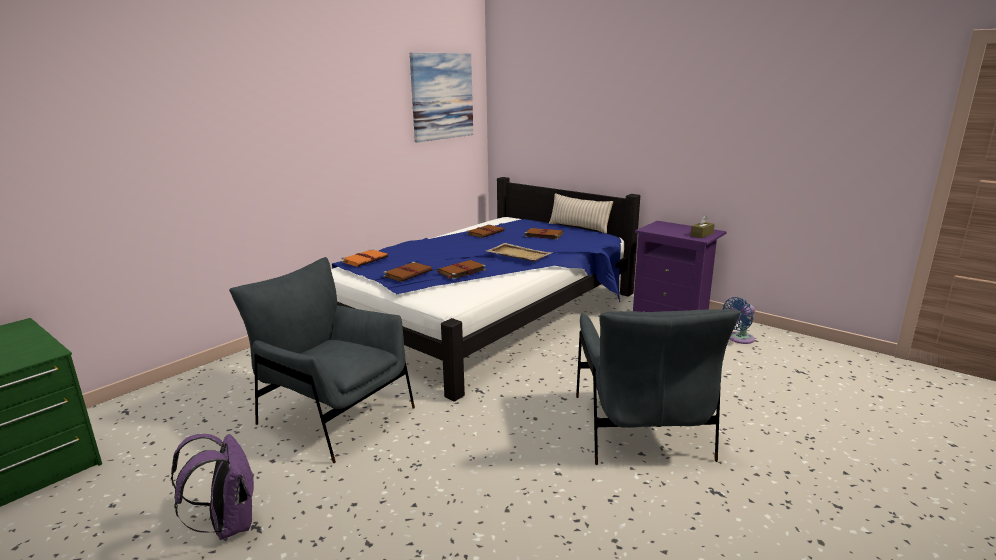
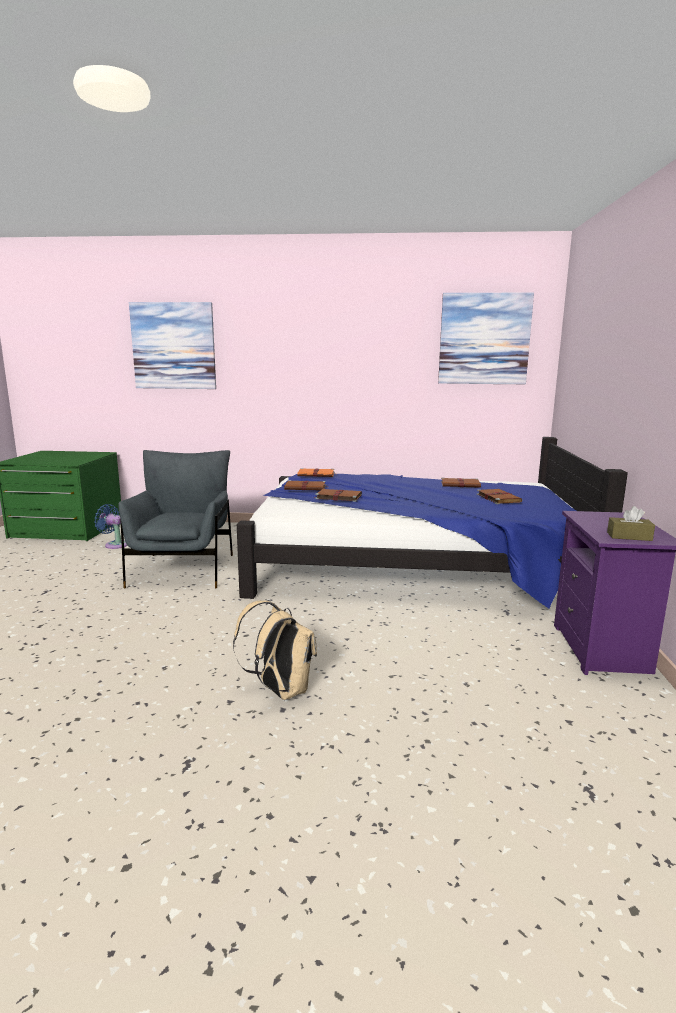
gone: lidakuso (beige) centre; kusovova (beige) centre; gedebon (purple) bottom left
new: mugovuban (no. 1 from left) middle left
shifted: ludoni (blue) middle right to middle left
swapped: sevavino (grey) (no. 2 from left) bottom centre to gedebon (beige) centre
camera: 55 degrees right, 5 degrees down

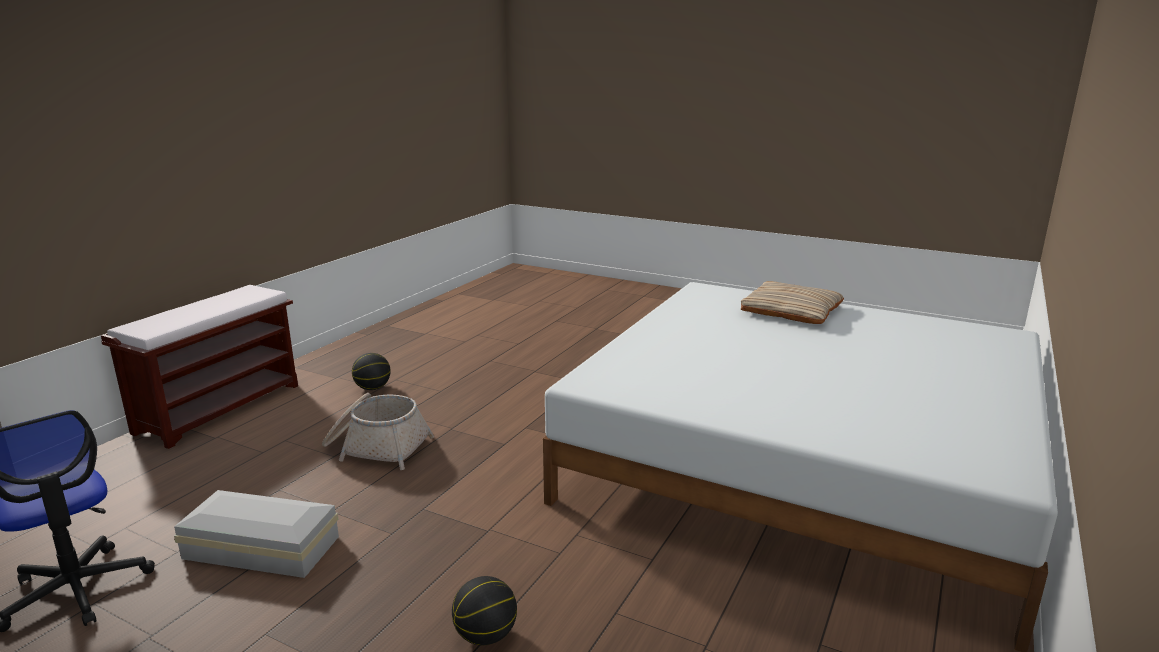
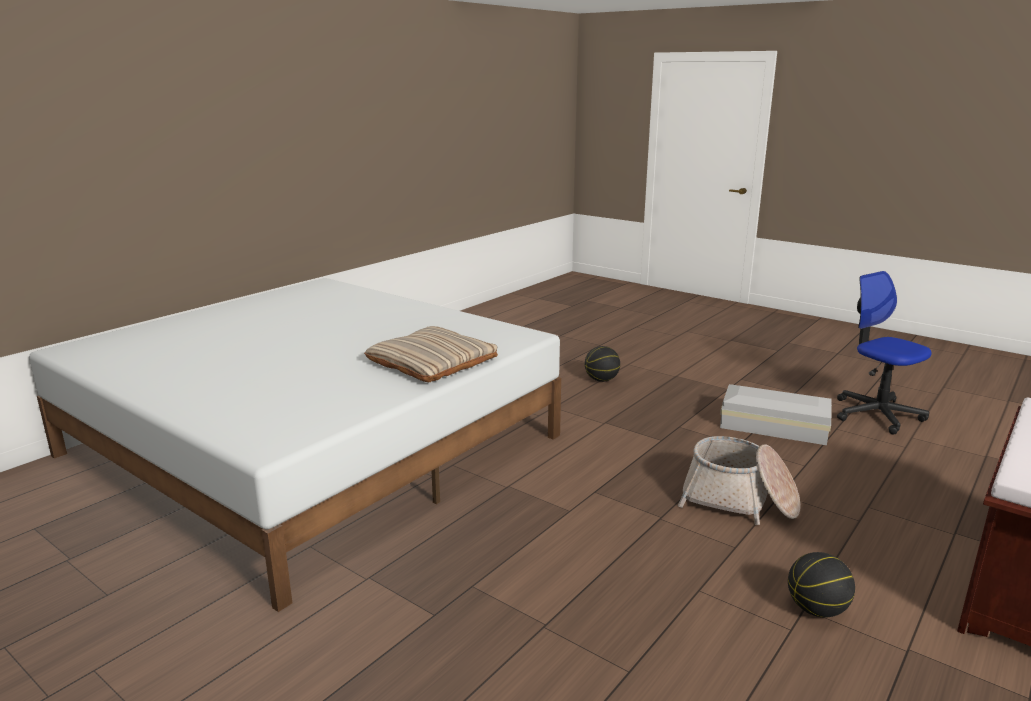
shifted: lidakuso (beige) middle right to centre
camera: 170 degrees left, 0 degrees up

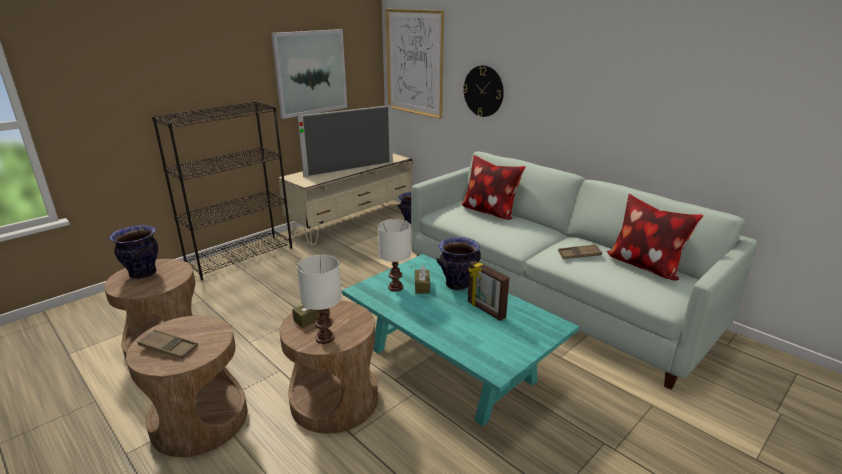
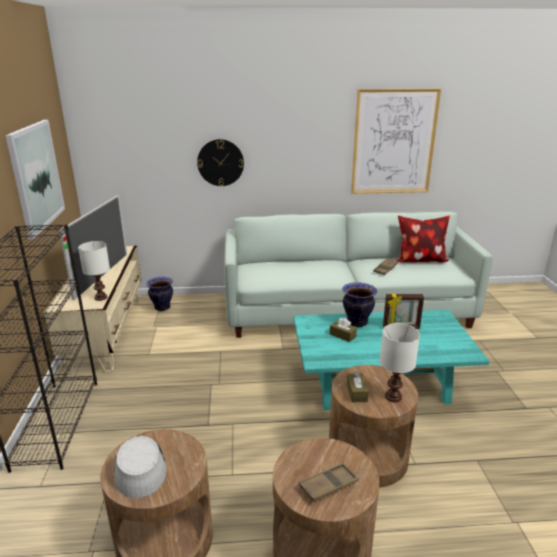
gone: lidakuso (no. 1 from left) centre
shifted: mugovuban (no. 2 from left) top centre to top right; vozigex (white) (no. 2 from left in the first image) centre to vozigex (white) (no. 1 from left) middle left
swapped: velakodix (no. 1 from left) middle left to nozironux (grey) bottom left
camera: 50 degrees left, 0 degrees up

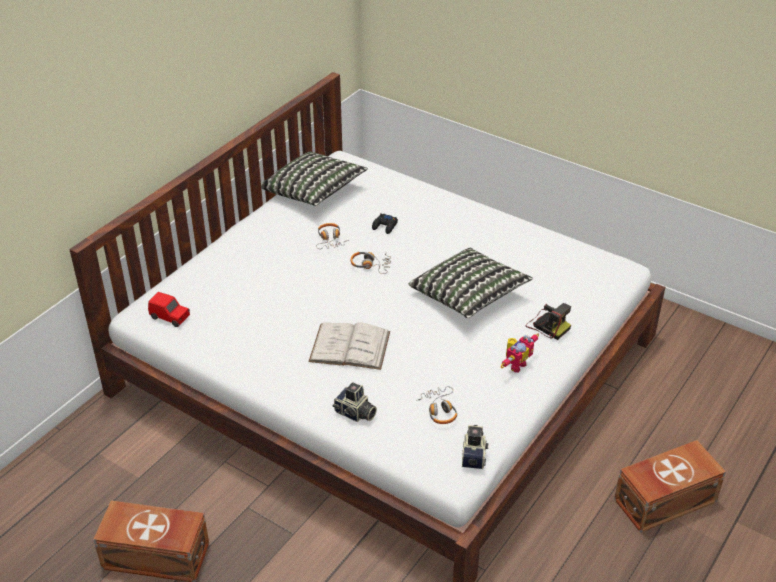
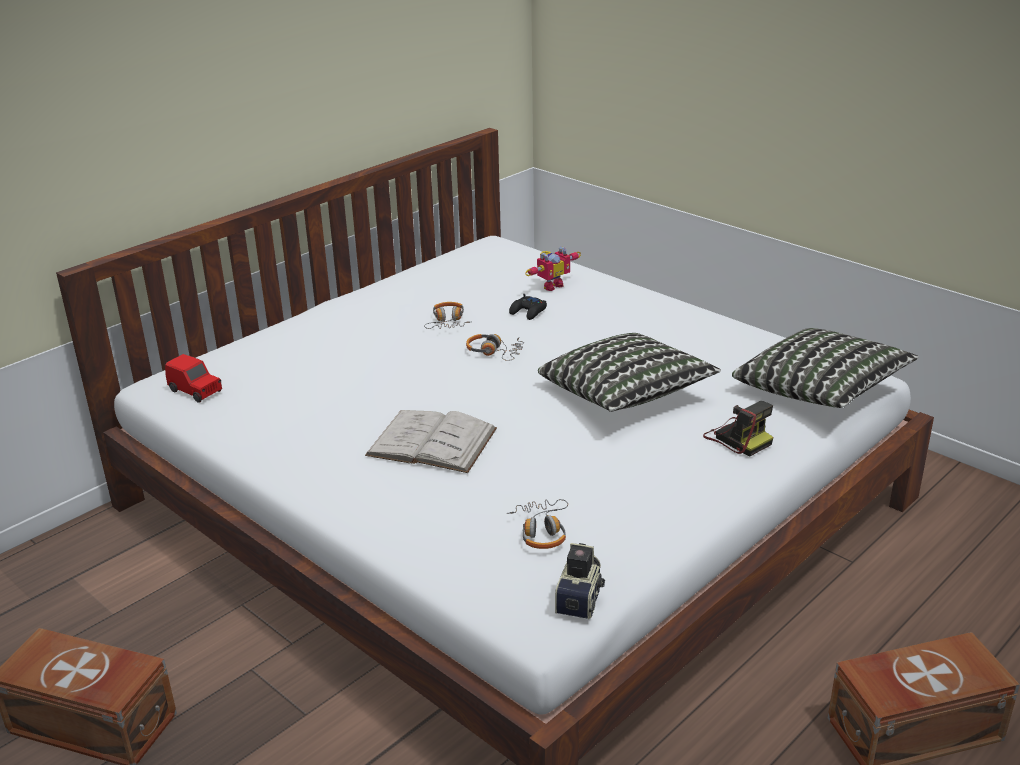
gone: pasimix (no. 1 from left) bottom centre
shifted: lidakuso (no. 1 from left in the first image) top centre to lidakuso (no. 2 from left) middle right; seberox middle right to centre
camera: 10 degrees right, 10 degrees down

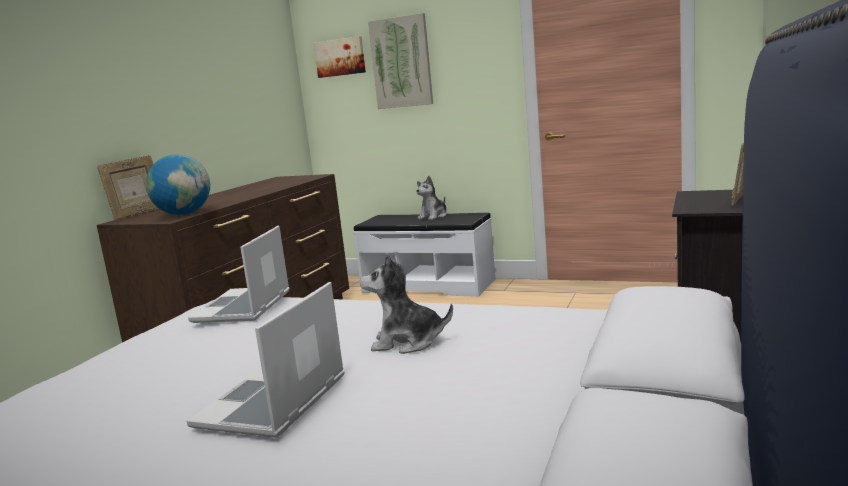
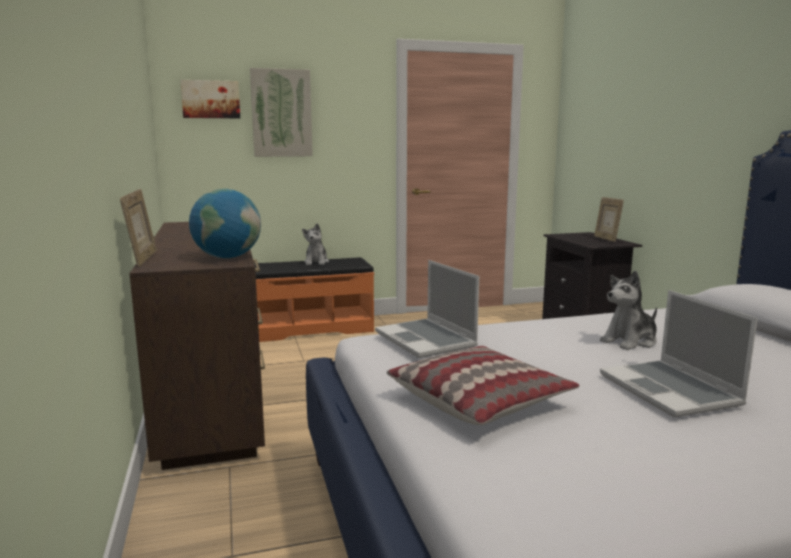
new: lidakuso bottom centre
repainted: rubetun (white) centre to rubetun (orange) centre
camera: 40 degrees left, 0 degrees up

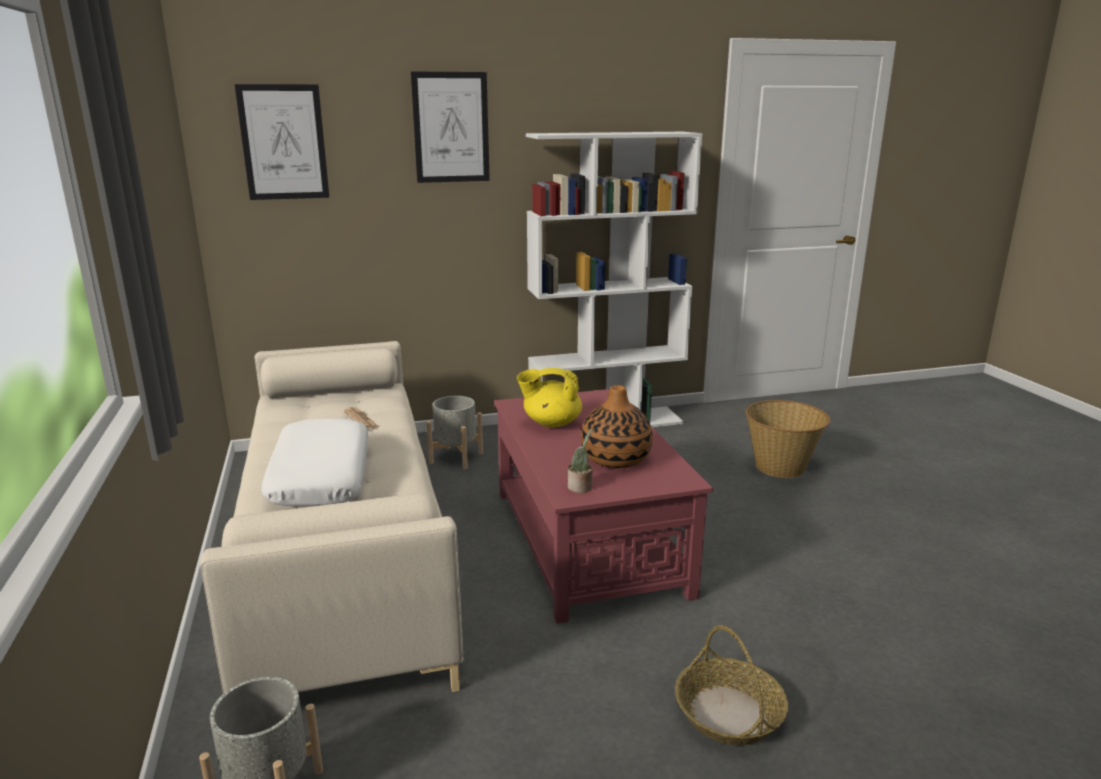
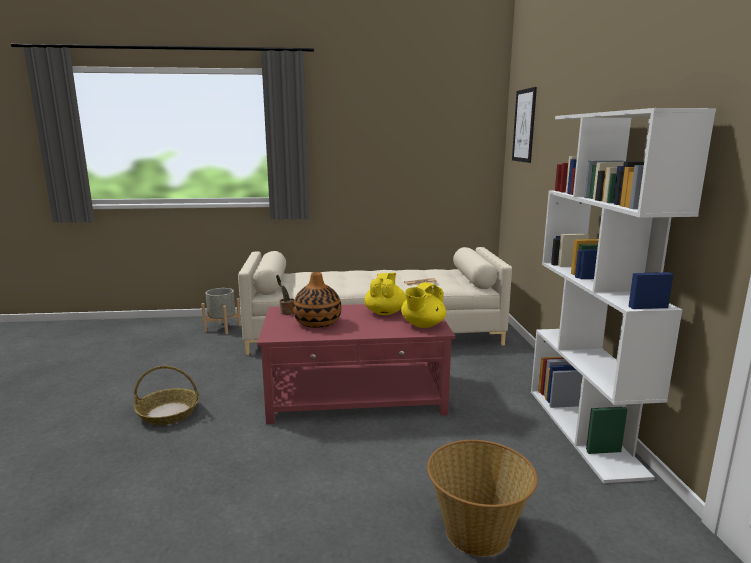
gone: mugovuban (no. 2 from left) top centre; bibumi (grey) (no. 2 from left) centre; lidakuso (white) middle left
new: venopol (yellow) (no. 2 from left) centre
camera: 100 degrees right, 5 degrees down

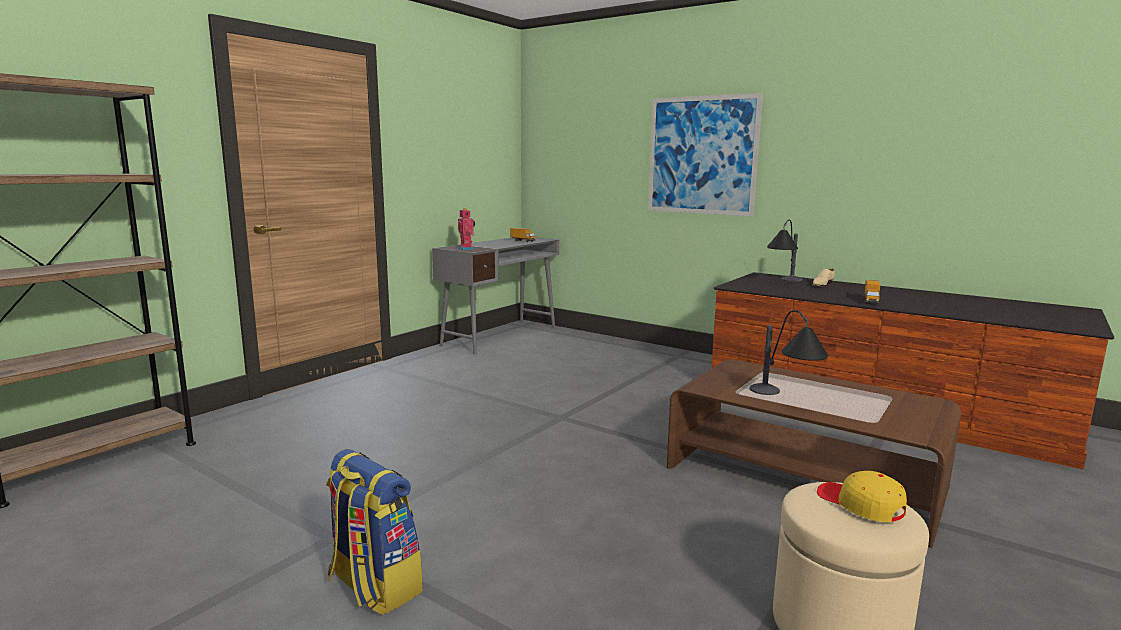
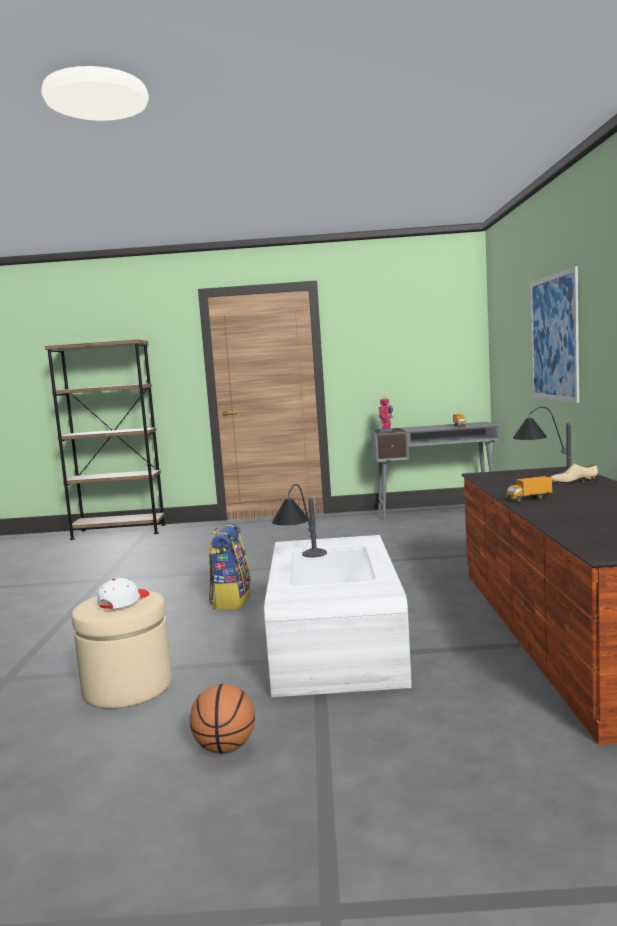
new: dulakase bottom centre
shifted: gedebon bottom centre to centre
repainted: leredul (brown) bottom right to leredul (white) centre; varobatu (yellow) bottom right to varobatu (white) middle left
camera: 55 degrees right, 5 degrees down

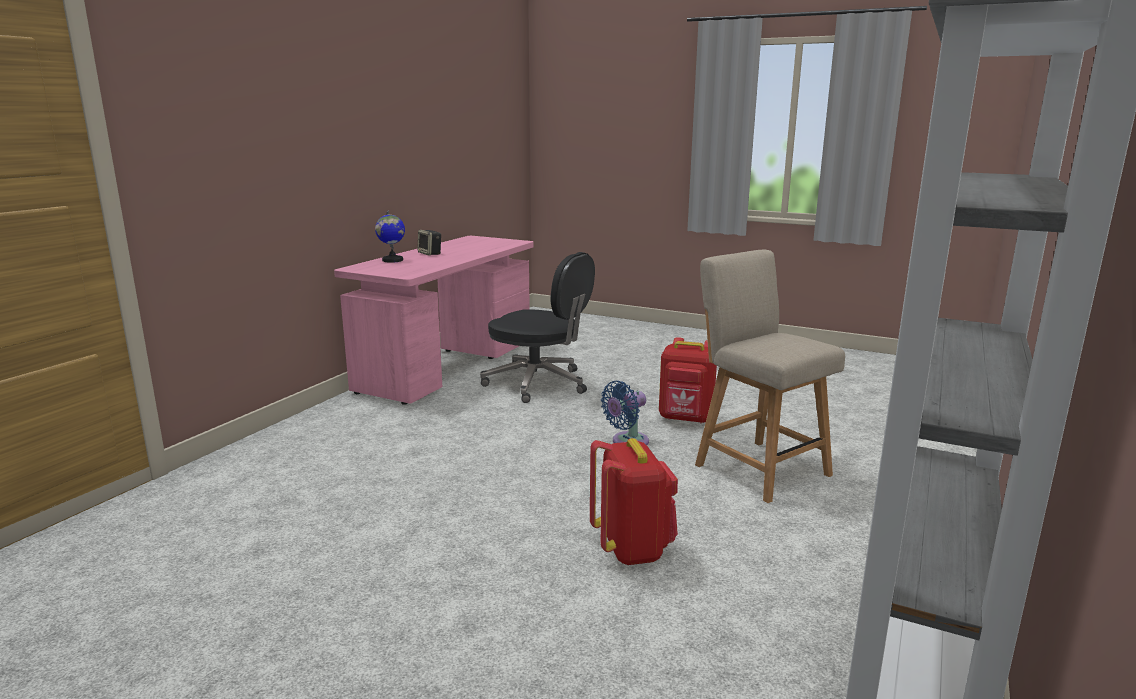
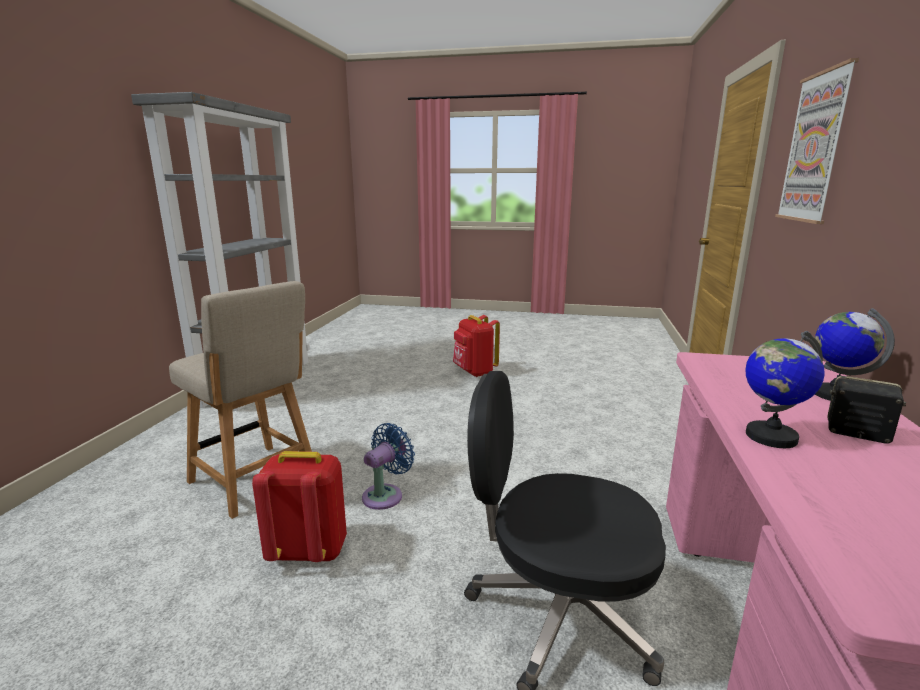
new: mugovuban top right; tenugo (no. 1 from left) middle right
shifted: gedebon (red) (no. 1 from left in the first image) bottom centre to gedebon (red) (no. 2 from left) centre
camera: 165 degrees right, 0 degrees up

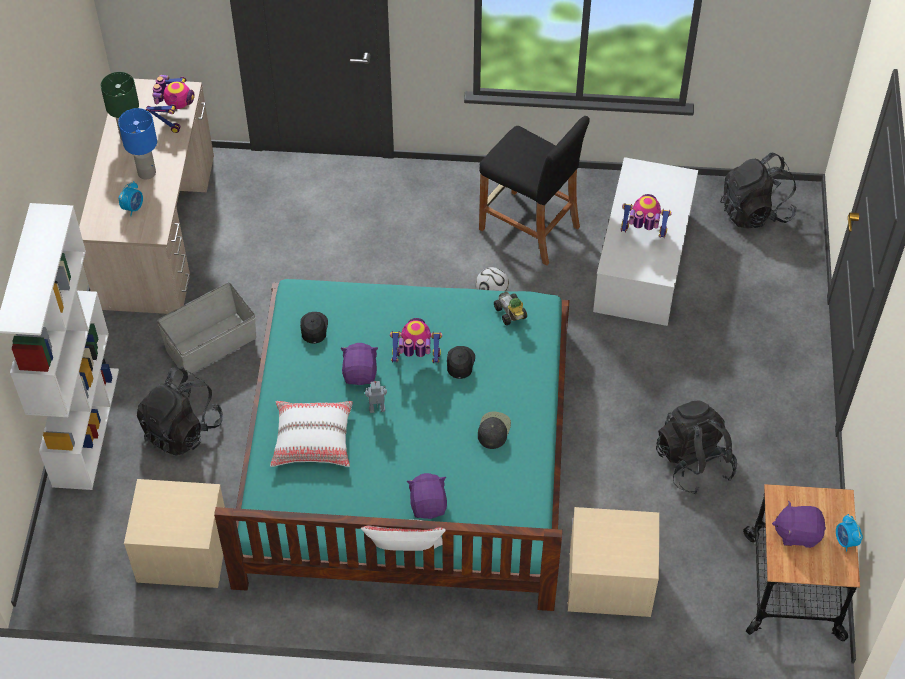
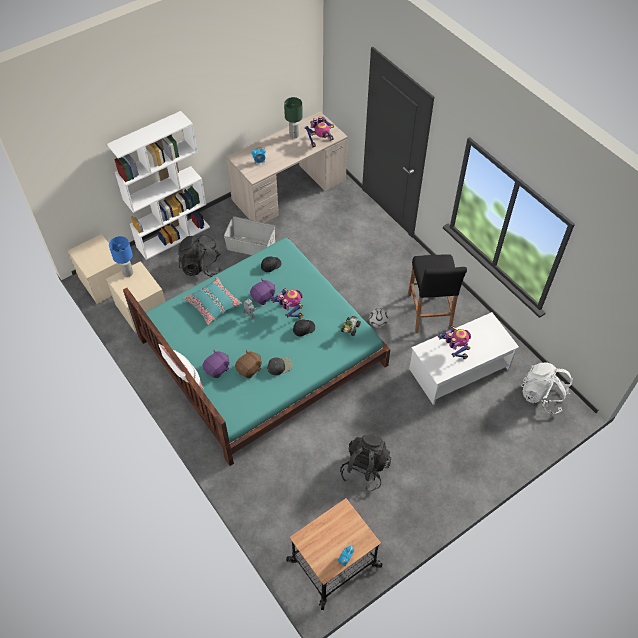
gone: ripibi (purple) (no. 3 from left) bottom right
new: ripibi (brown) centre
shifted: vozigex (blue) top left to middle left; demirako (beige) (no. 2 from left in the first image) bottom right to demirako (beige) (no. 1 from left) middle left
repainted: gedebon (black) (no. 3 from left) top right to gedebon (white) middle right; lidakuso (white) (no. 1 from left) centre to lidakuso (turquoise) middle left
camera: 50 degrees right, 0 degrees up

